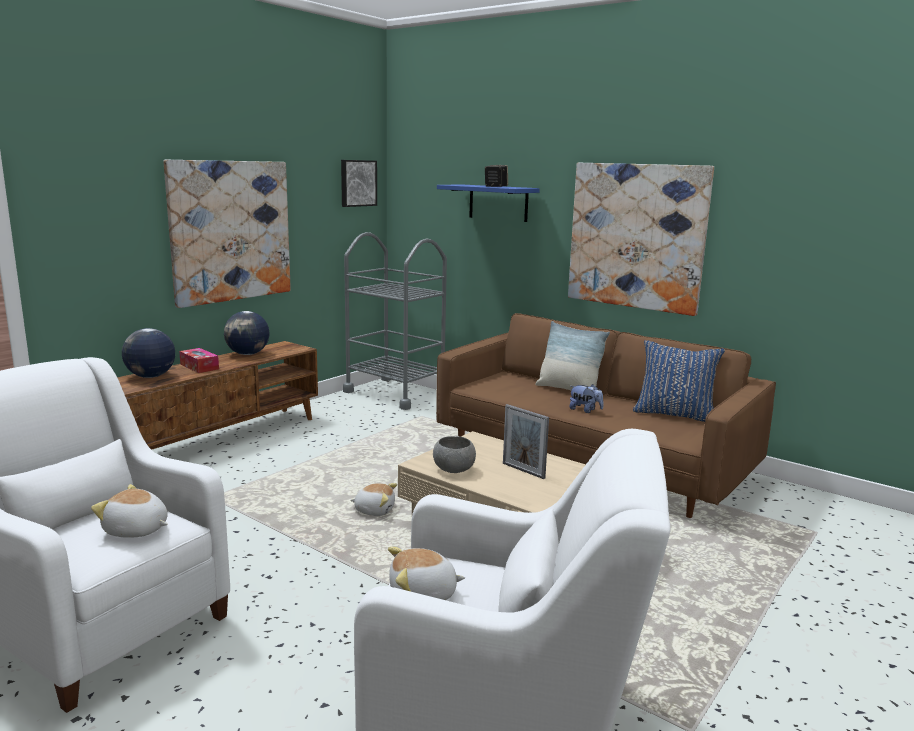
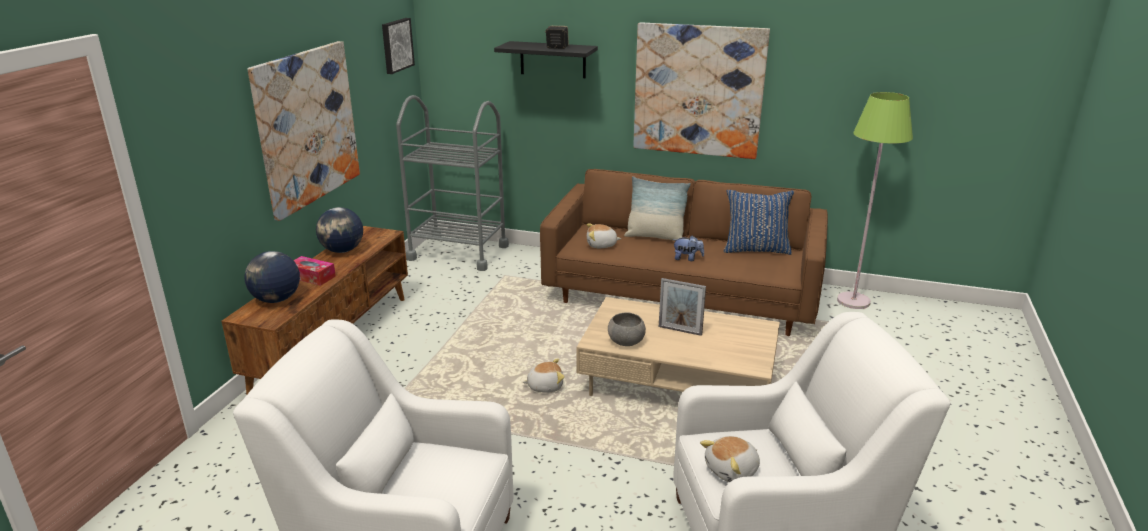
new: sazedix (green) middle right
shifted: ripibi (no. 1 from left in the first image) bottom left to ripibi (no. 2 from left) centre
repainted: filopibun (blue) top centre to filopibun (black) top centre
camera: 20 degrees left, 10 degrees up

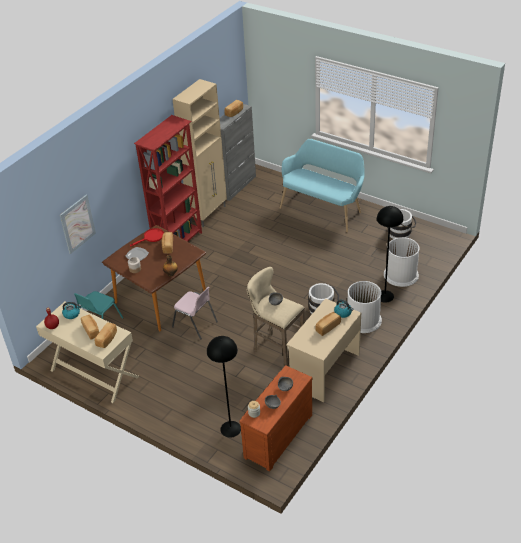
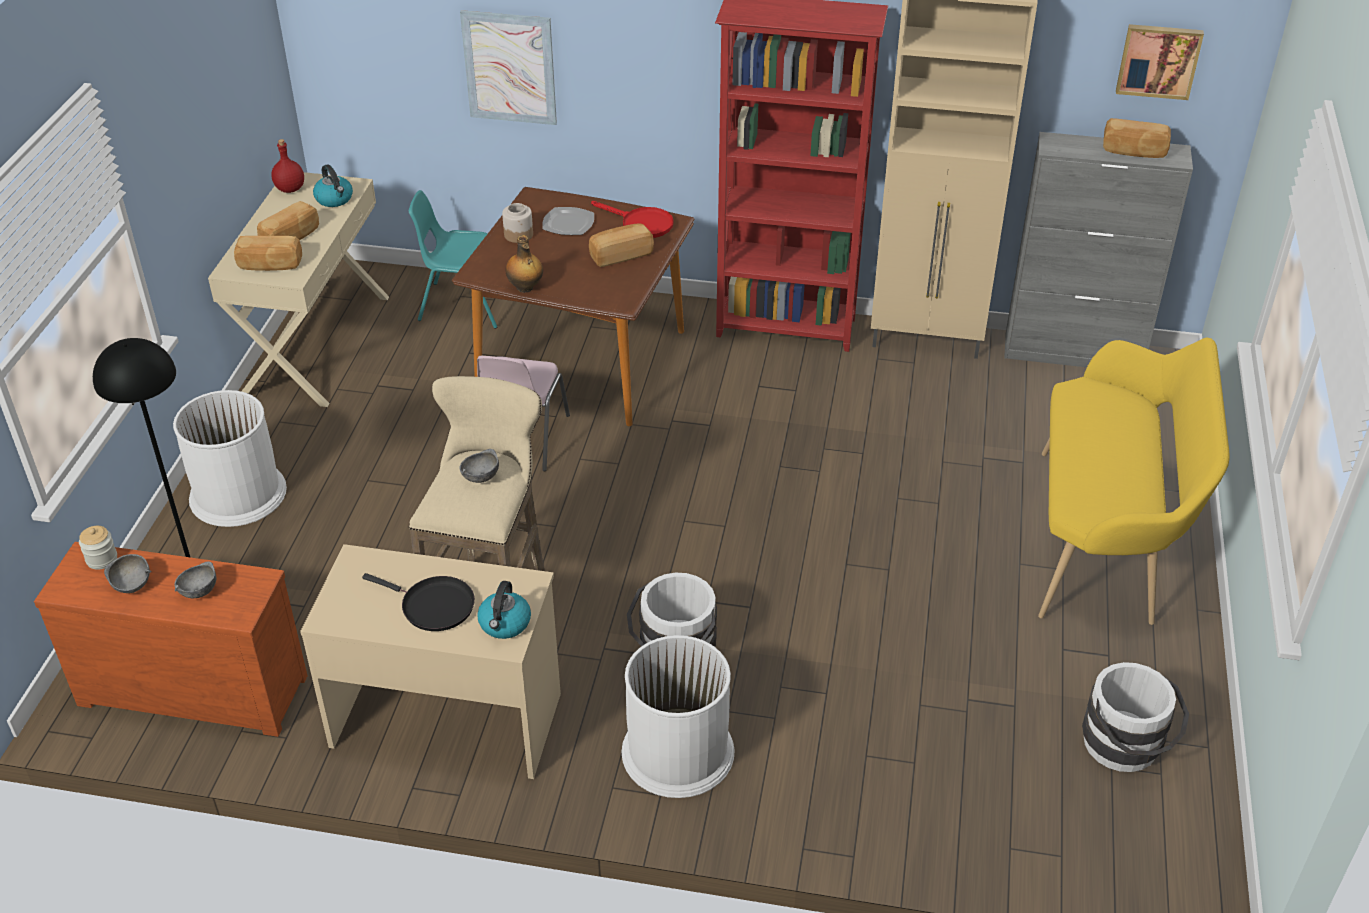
gone: sazedix (black) (no. 2 from left) middle right
new: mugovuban (no. 2 from left) top right
shifted: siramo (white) (no. 2 from left in the first image) middle right to siramo (white) (no. 1 from left) middle left
swapped: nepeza (no. 5 from left) centre to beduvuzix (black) middle left
repainted: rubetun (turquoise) centre to rubetun (yellow) middle right
camera: 65 degrees right, 0 degrees up

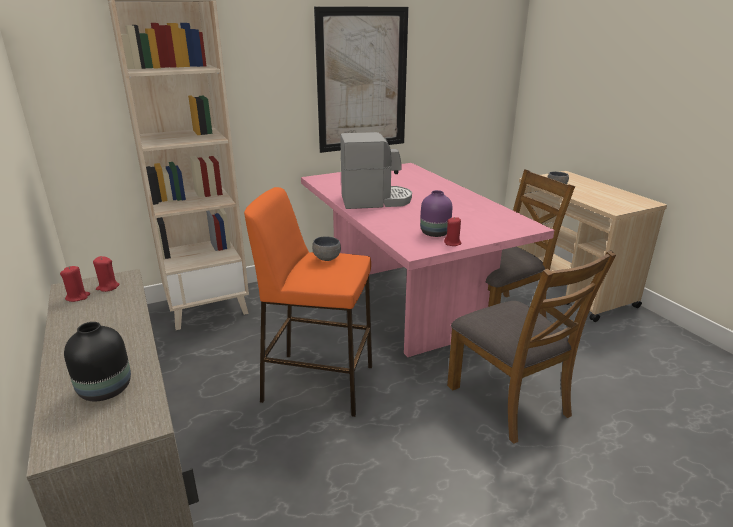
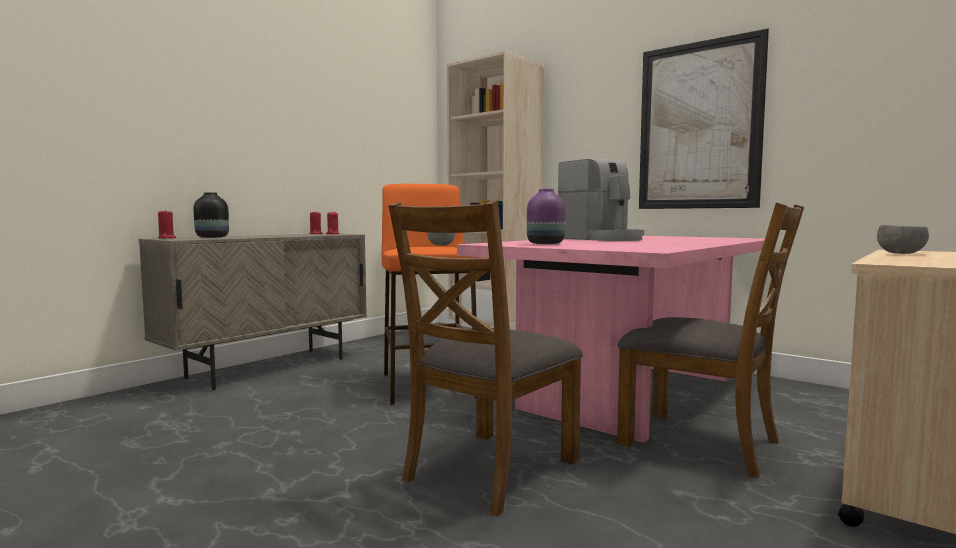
shifted: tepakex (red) (no. 3 from left in the first image) centre to tepakex (red) (no. 1 from left) middle left
camera: 65 degrees right, 20 degrees down

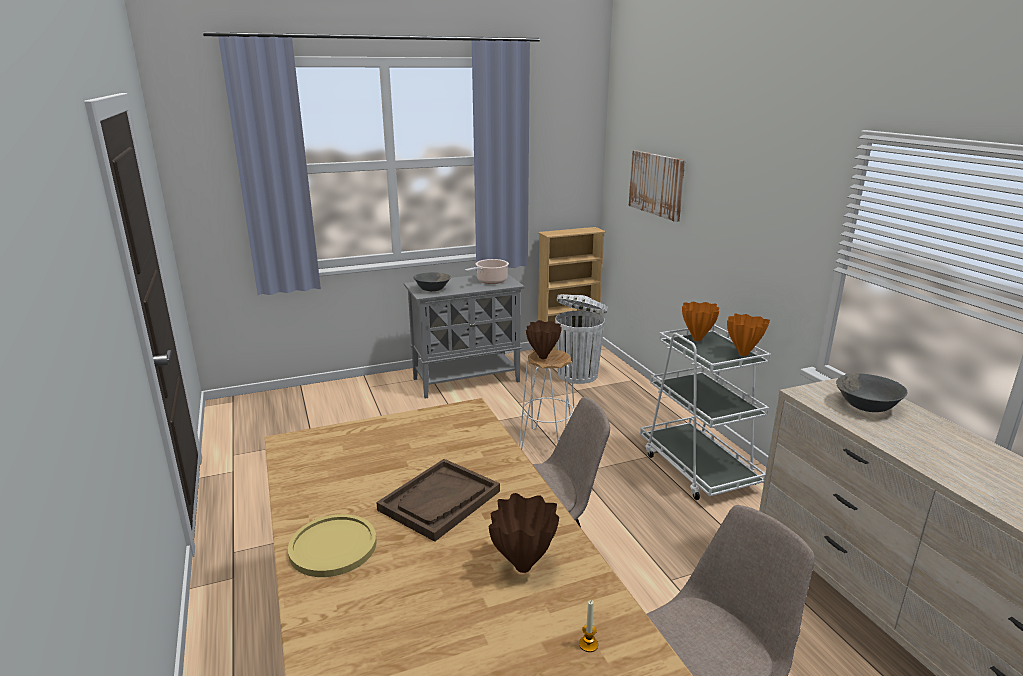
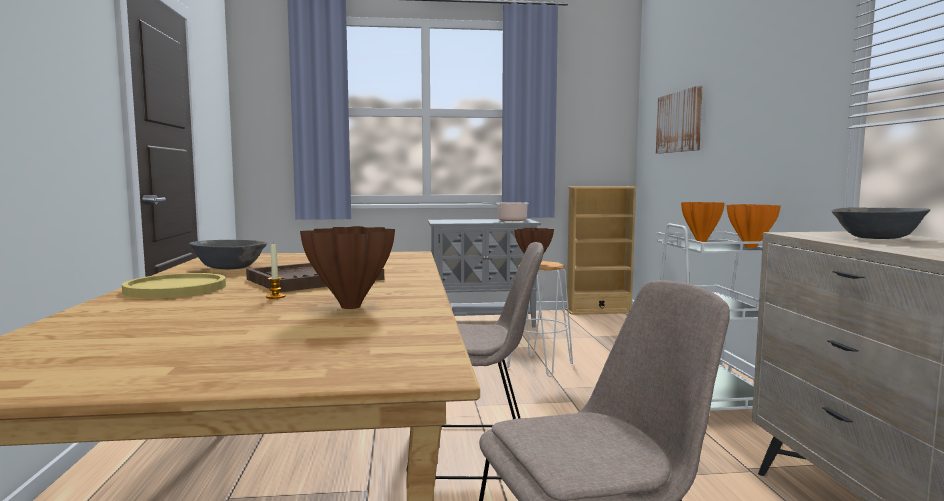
gone: siramo (white) centre
shifted: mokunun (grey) (no. 1 from left) centre to middle left; tepakex bottom centre to middle left
camera: 15 degrees right, 15 degrees down

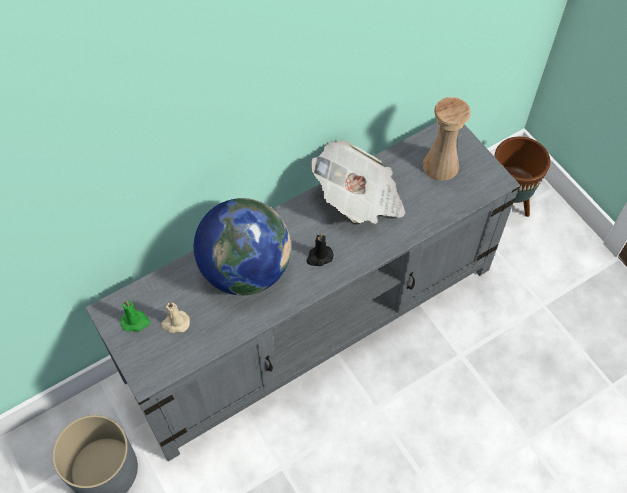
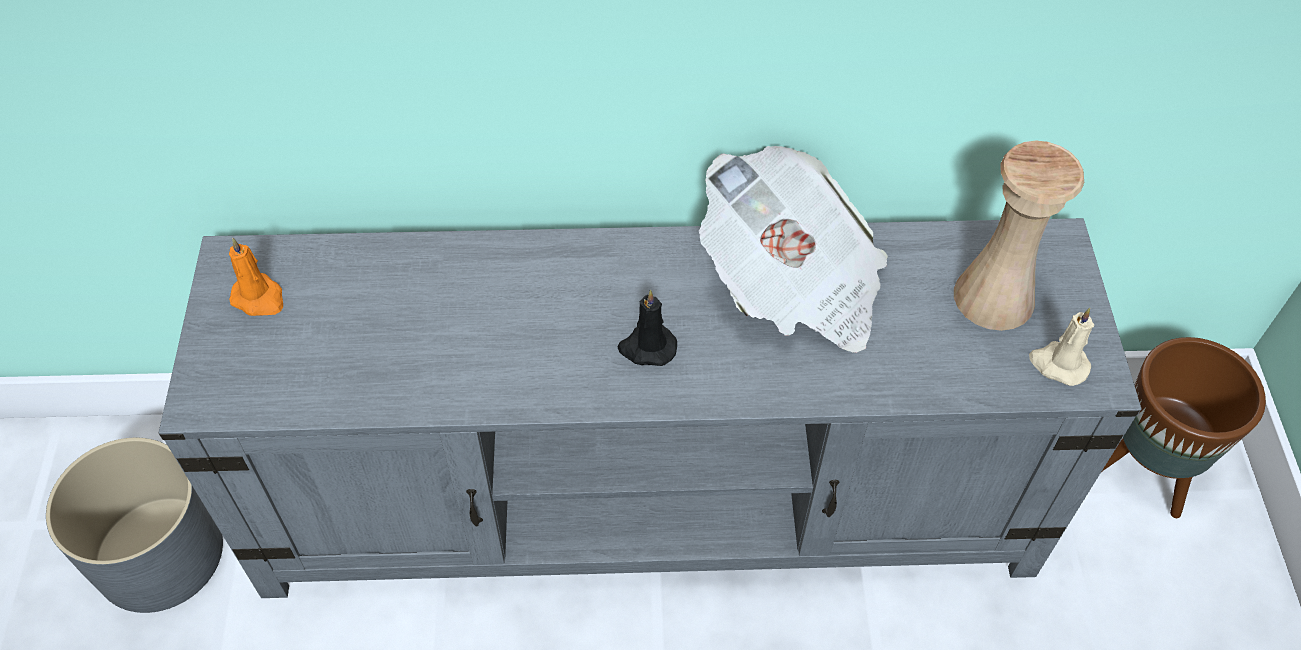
gone: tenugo centre
shifted: tepakex (beige) middle left to middle right
repainted: tepakex (green) middle left to tepakex (orange) middle left
camera: 30 degrees right, 5 degrees down

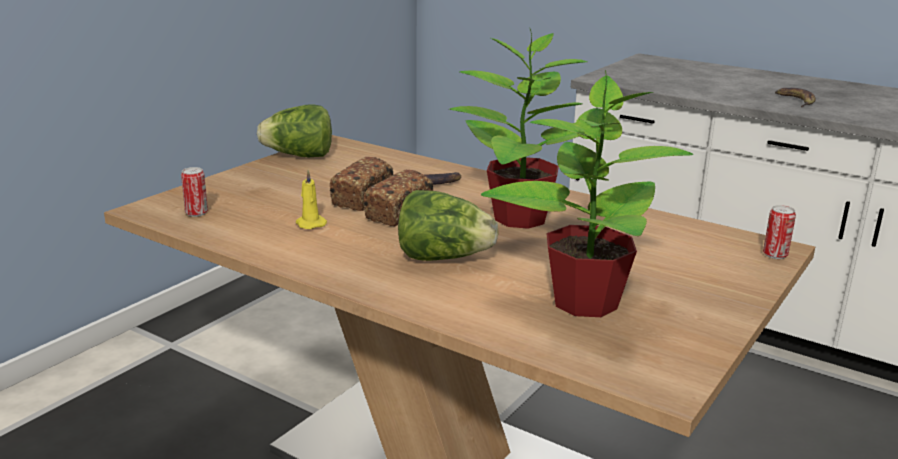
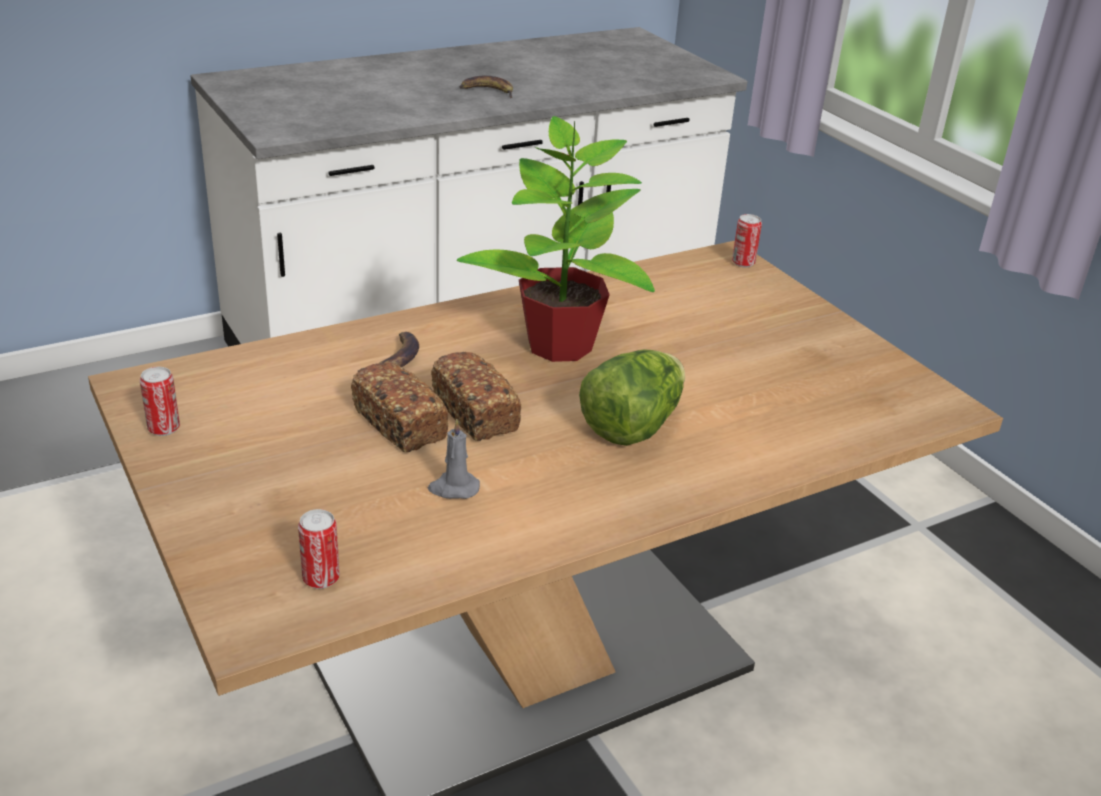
gone: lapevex (no. 2 from left) centre
swapped: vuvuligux (no. 1 from left) top left to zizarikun (no. 1 from left) middle left
repainted: tepakex (yellow) centre to tepakex (grey) centre
camera: 65 degrees left, 10 degrees up

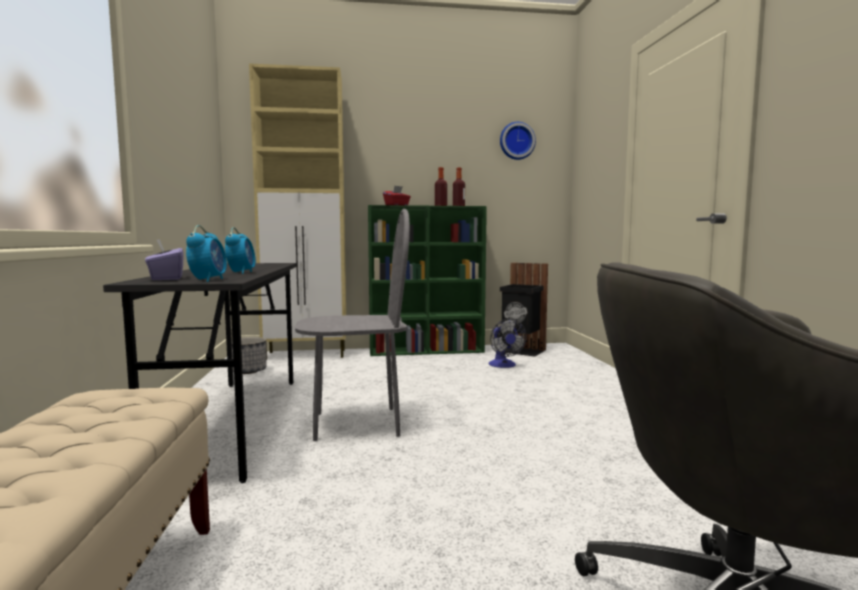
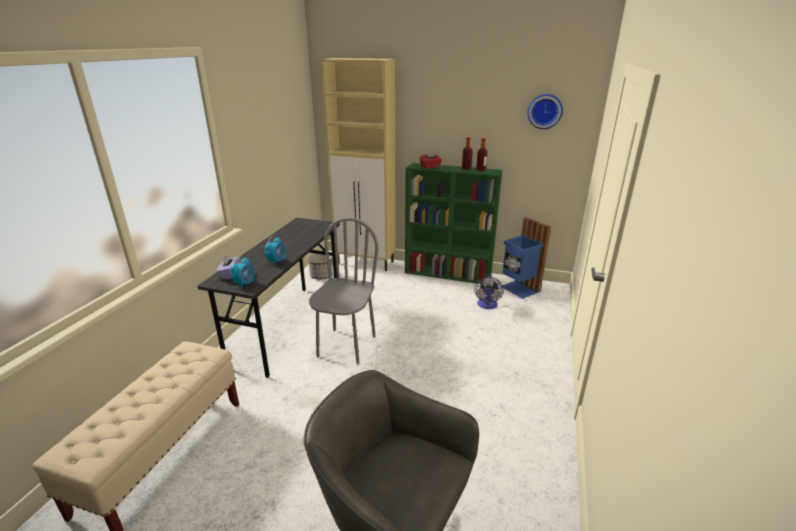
repainted: siramo (black) centre to siramo (blue) centre
rotated: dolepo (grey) centre = centre 90 degrees counterclockwise
camera: 25 degrees right, 20 degrees up

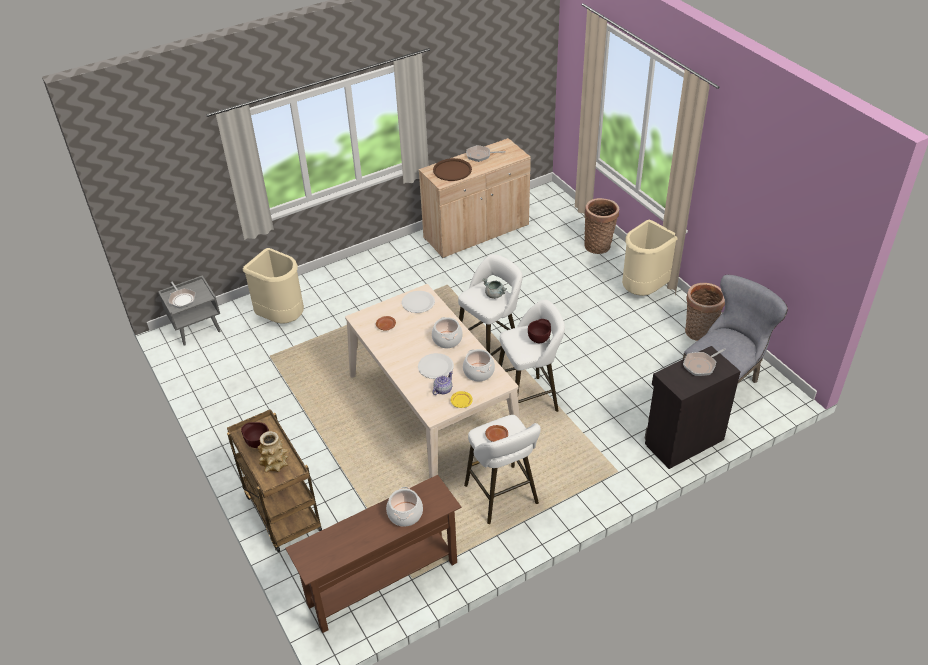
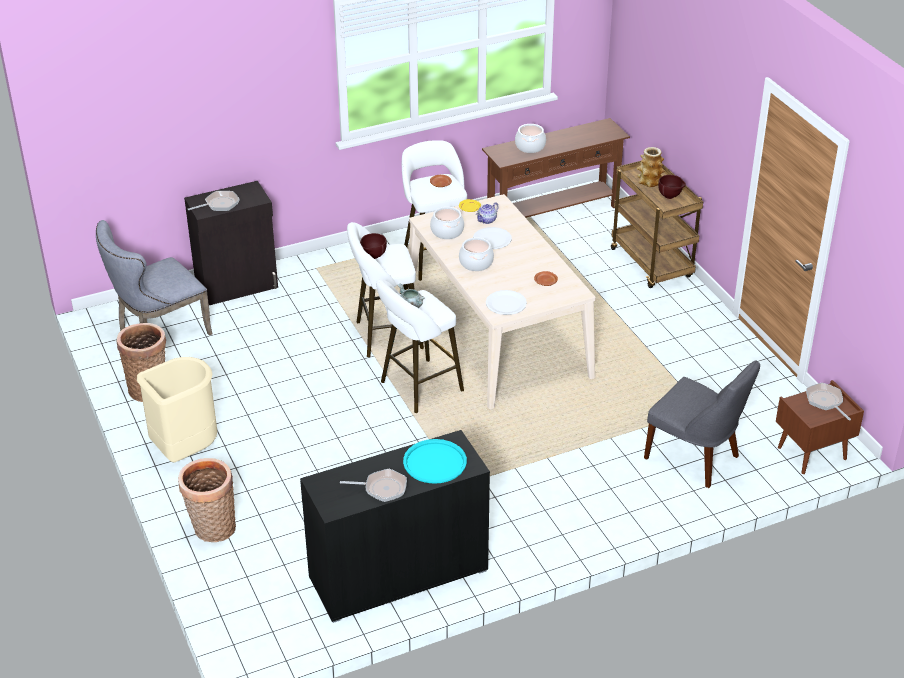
swapped: siramo (beige) (no. 1 from left) middle left to dolepo (grey) (no. 2 from left) middle right
repainted: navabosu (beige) top centre to navabosu (black) (no. 2 from left) bottom centre; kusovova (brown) top centre to kusovova (turquoise) bottom centre; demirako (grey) middle left to demirako (brown) middle right
camera: 175 degrees left, 5 degrees down

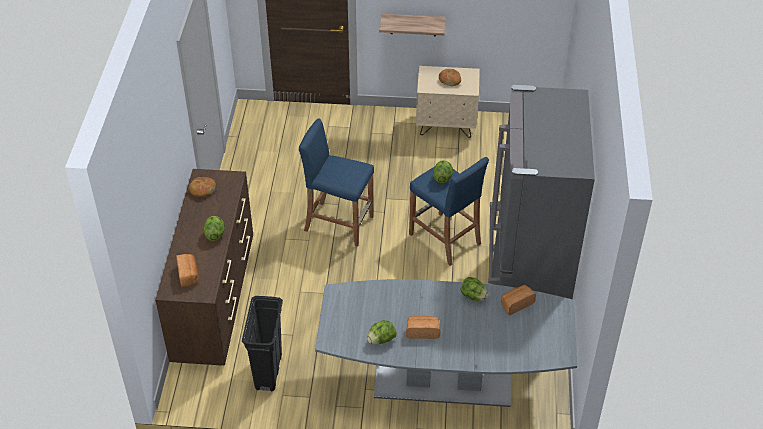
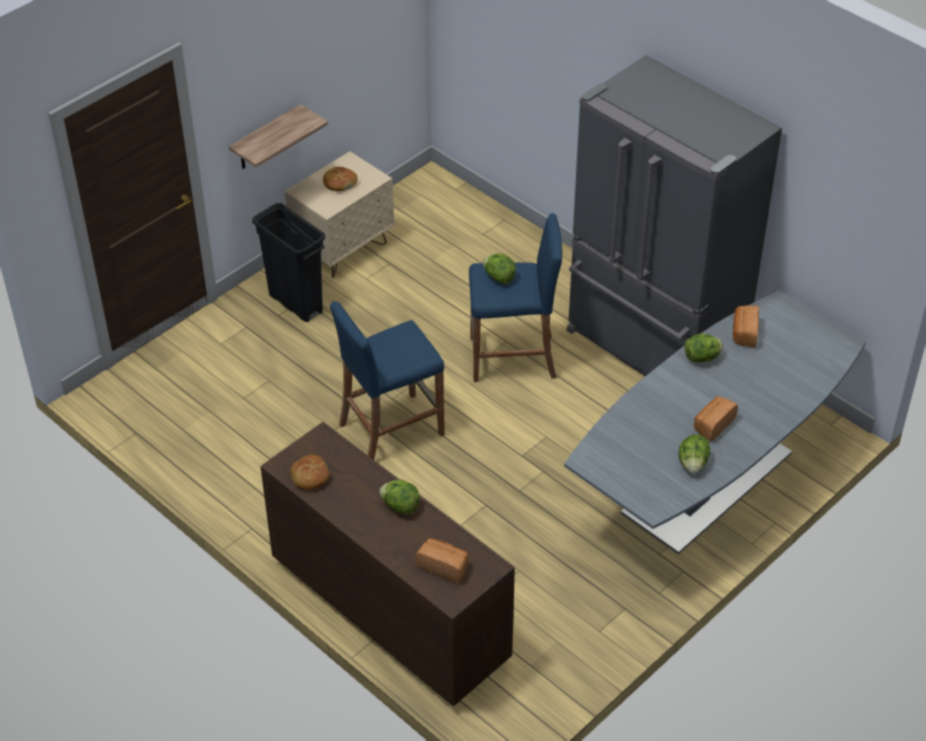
shifted: siramo (black) bottom centre to middle left
camera: 50 degrees left, 0 degrees up

